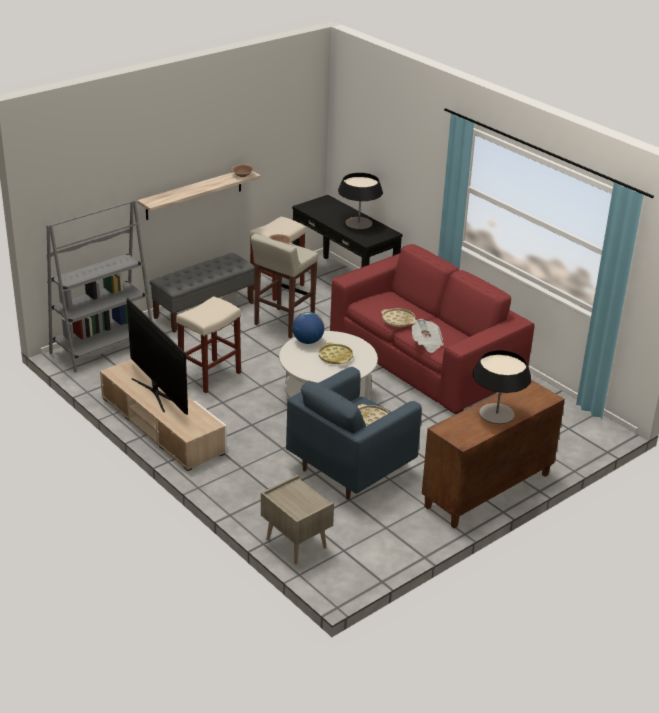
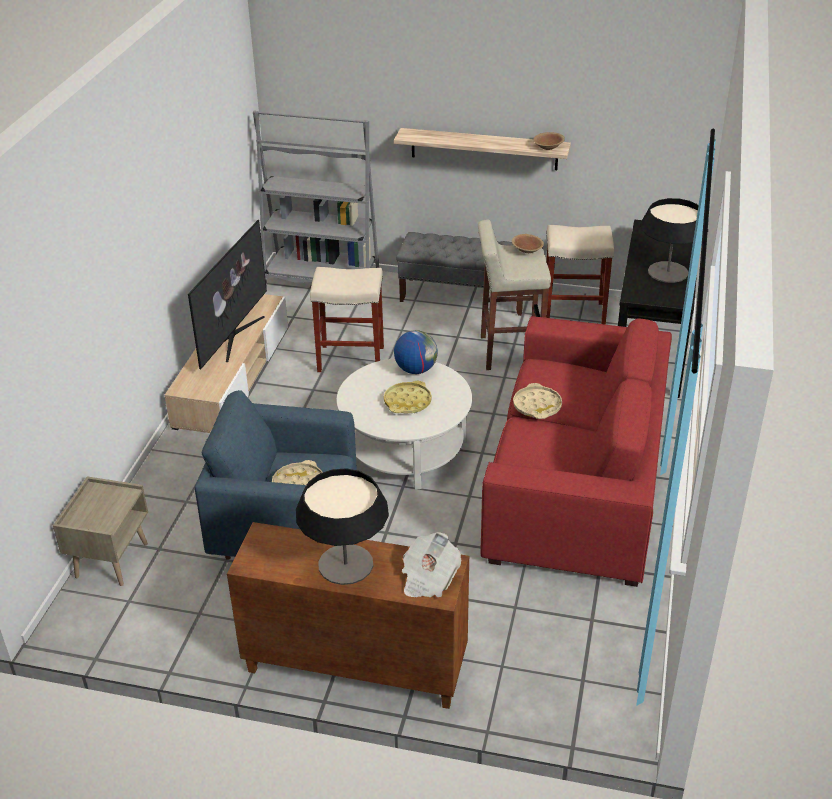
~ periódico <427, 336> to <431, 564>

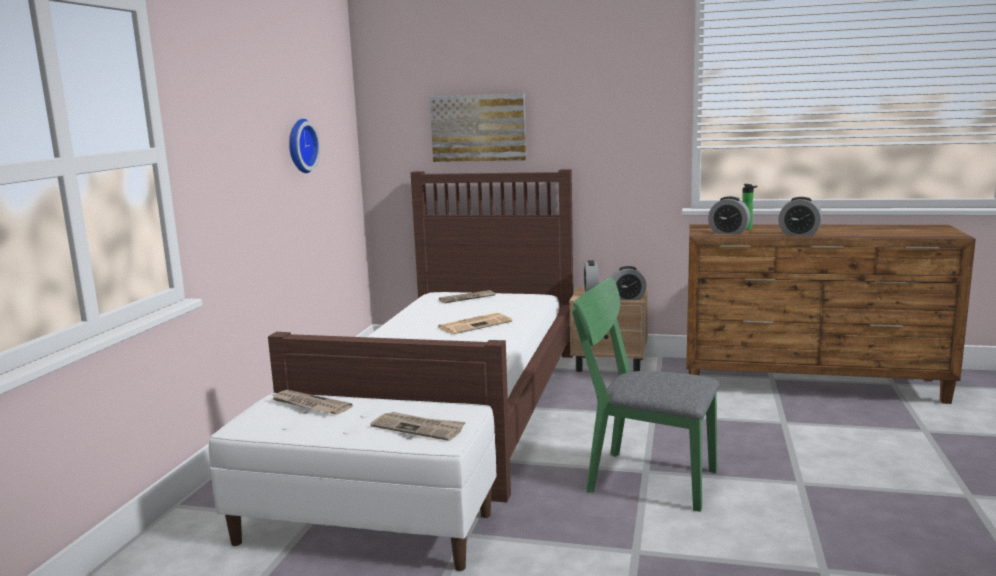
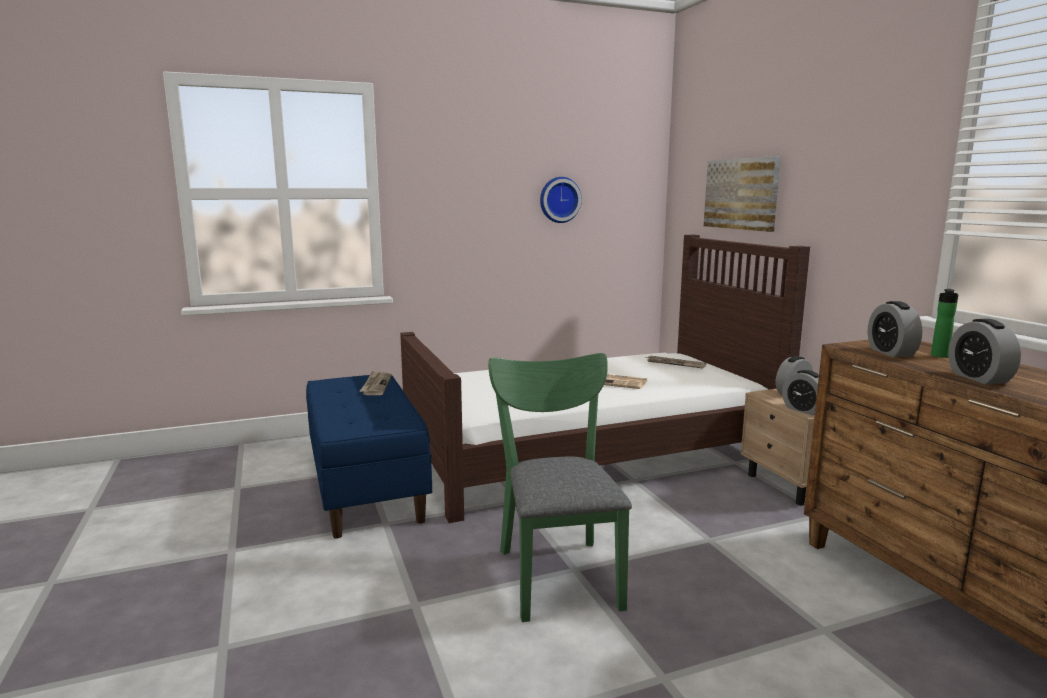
- periódico <418, 426>
~ banco/blanco <352, 482> to banco/azul <369, 456>

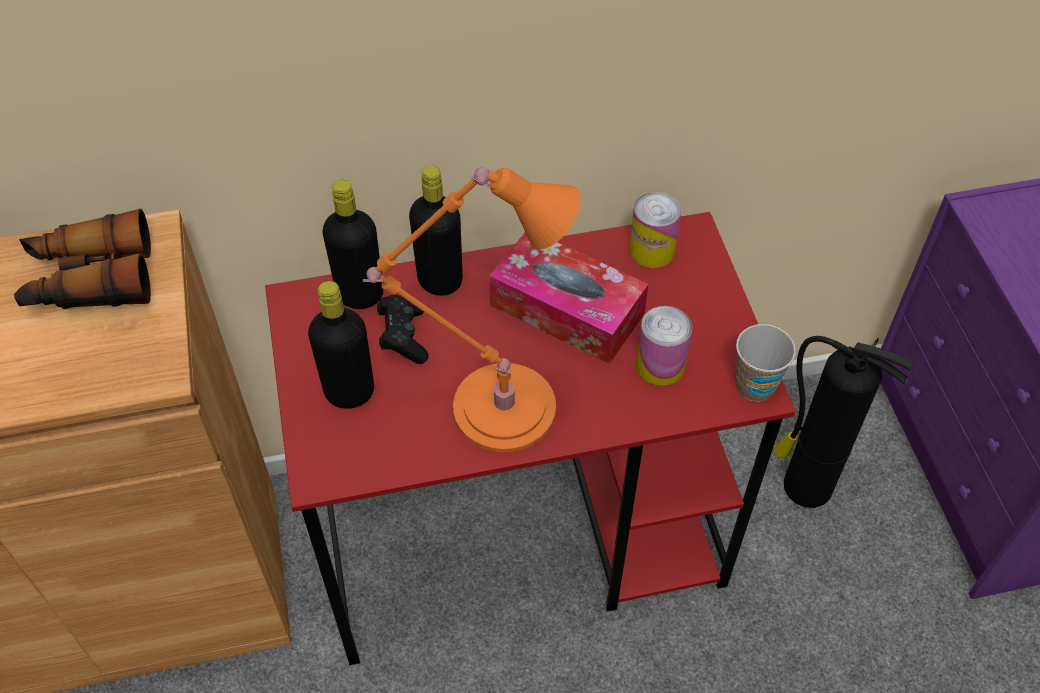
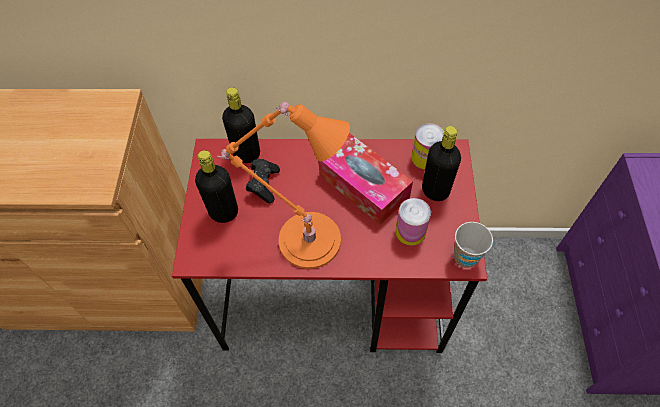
- prismáticos <82, 259>
- extintor <844, 422>
~ botella/negro <436, 230> to <441, 163>

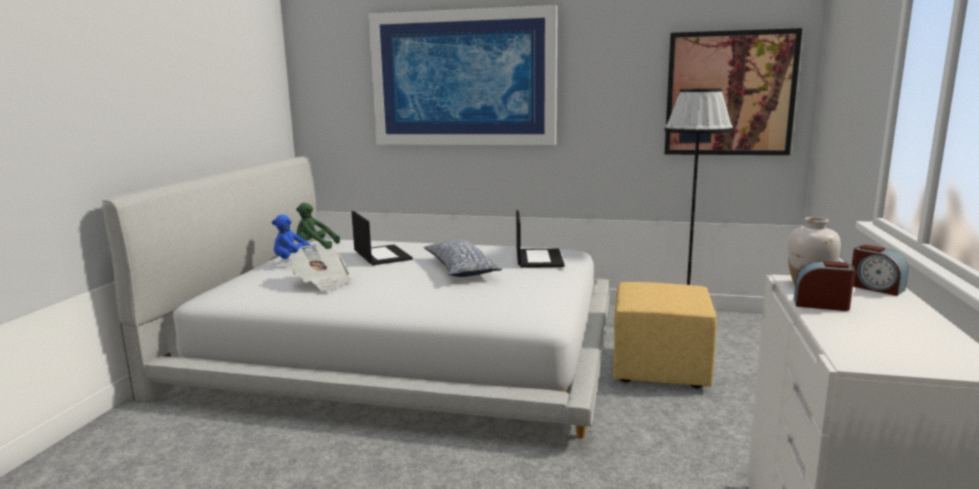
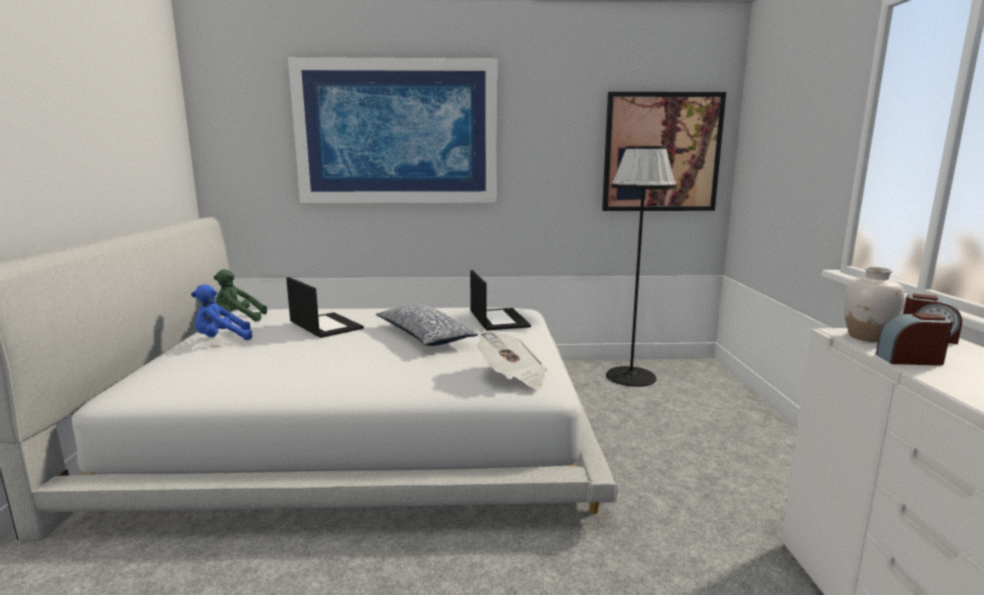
- puf/amarillo <665, 335>
~ periódico <320, 269> to <512, 360>

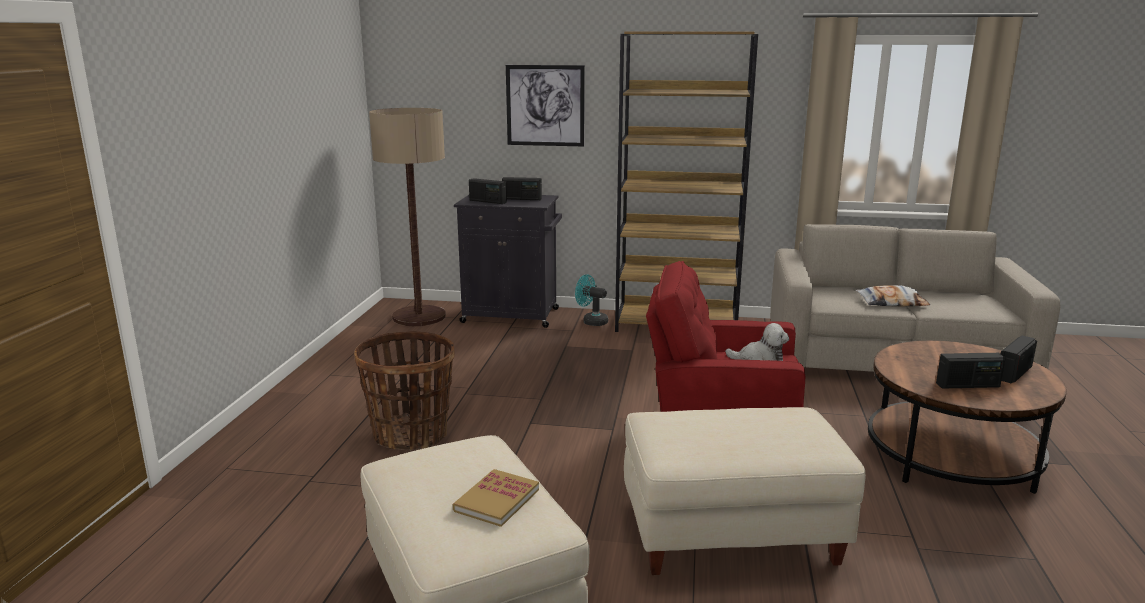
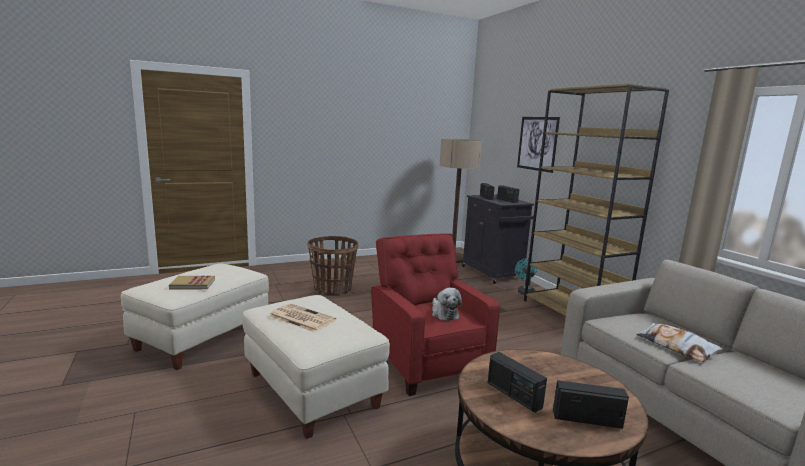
+ periódico <302, 318>

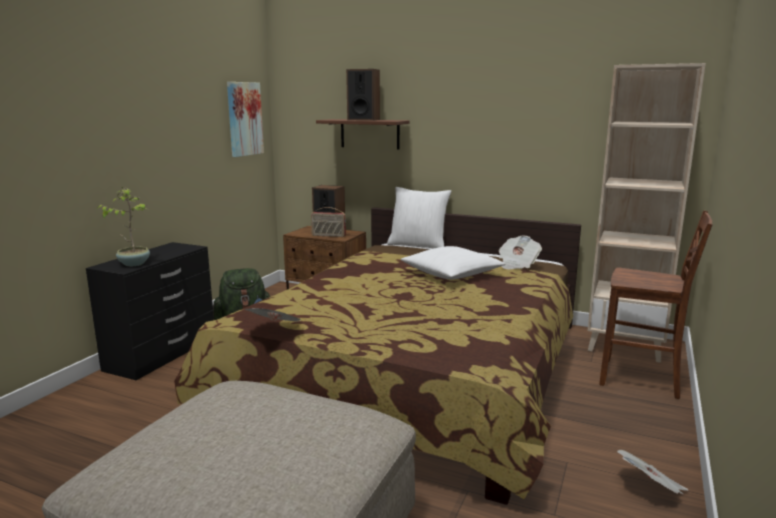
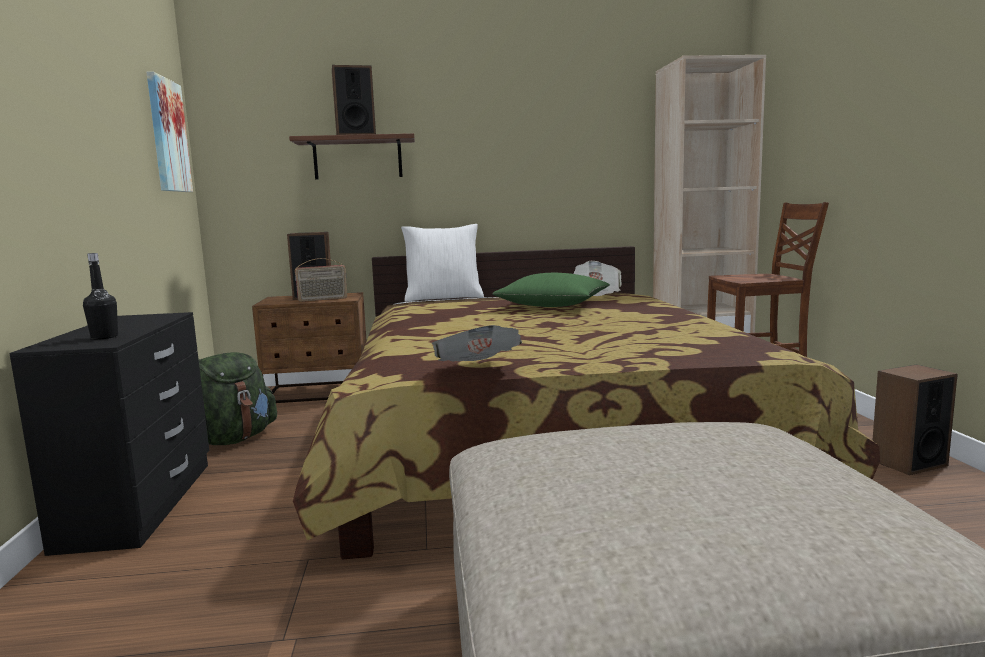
~ planta en maceta <123, 226> to botella/negro <100, 296>
~ periódico <652, 472> to altavoz <915, 420>
~ cojín/blanco <453, 262> to cojín/verde <551, 290>

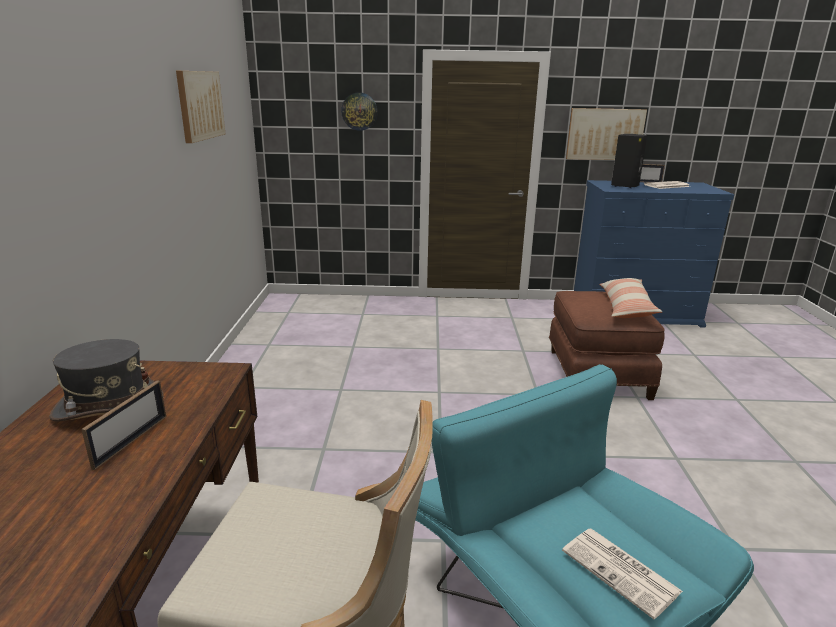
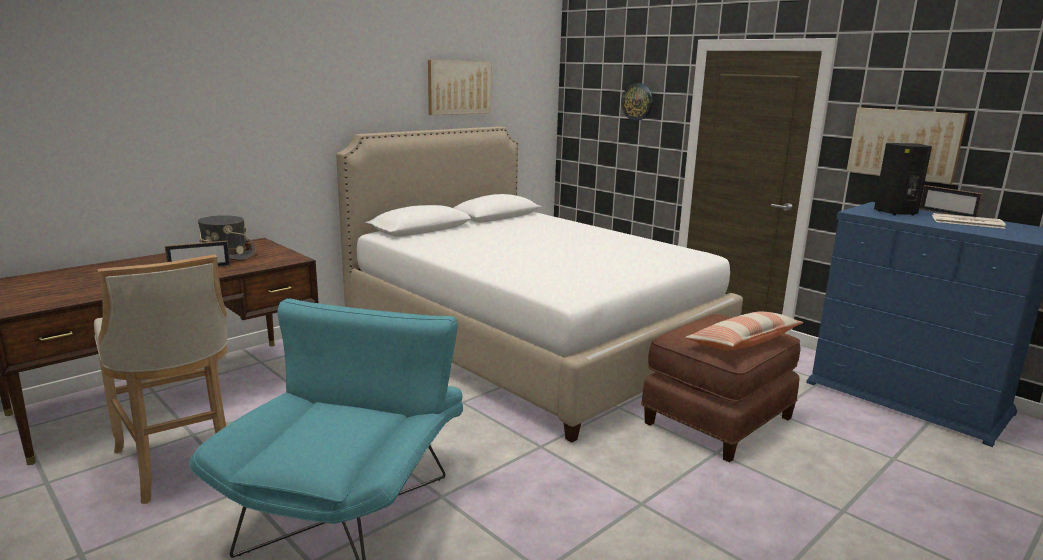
- periódico <622, 573>
+ cama/blanco <539, 284>

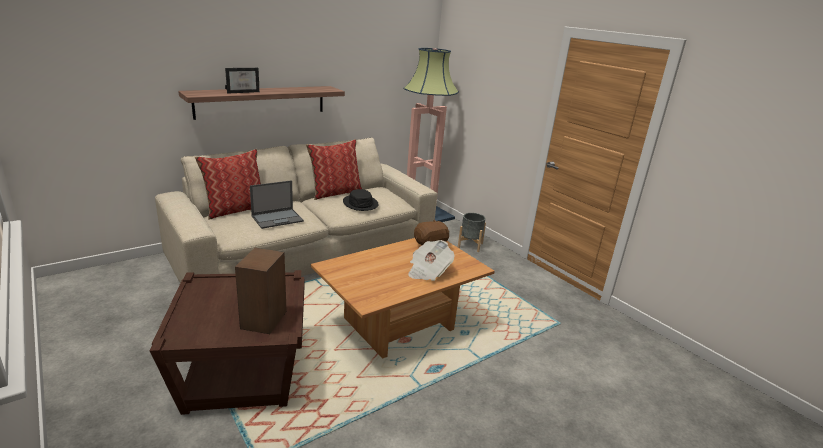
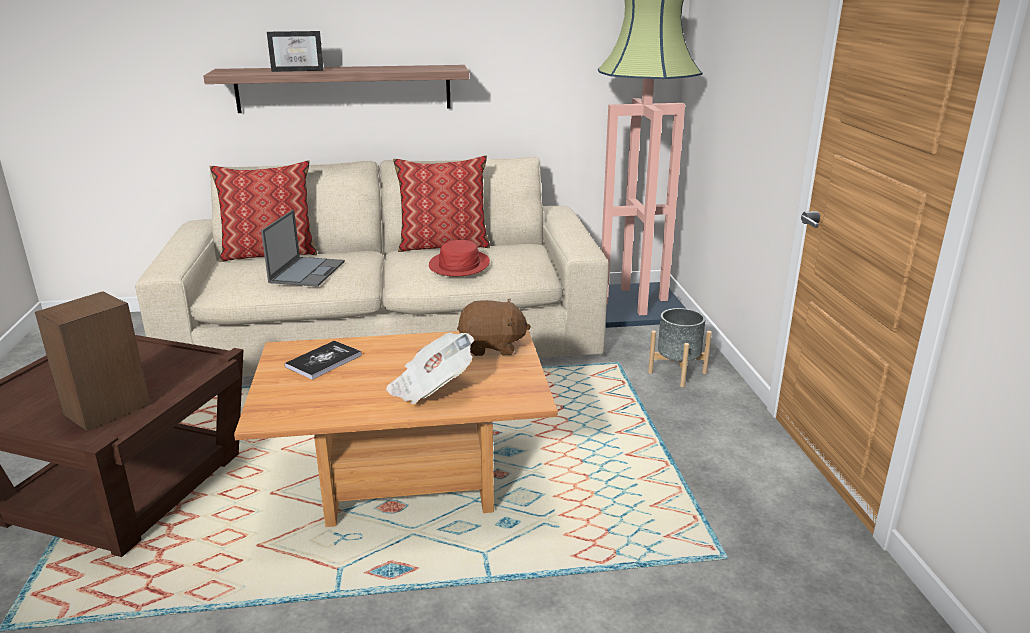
+ libro <323, 360>
~ sombrero/negro <361, 200> to sombrero/rojo <459, 258>
~ portátil <277, 204> = <303, 248> 75 degrees counterclockwise

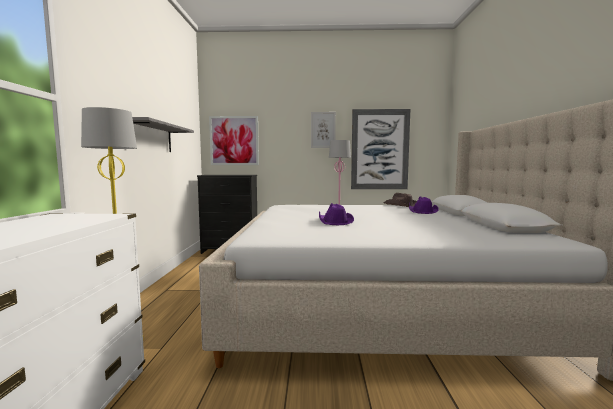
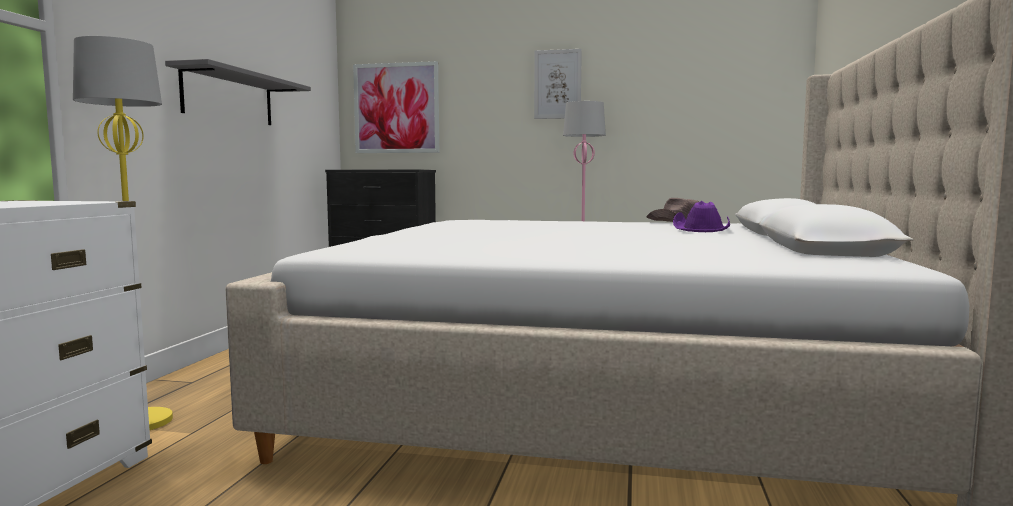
- sombrero/morado <336, 214>
- cuadro <381, 149>

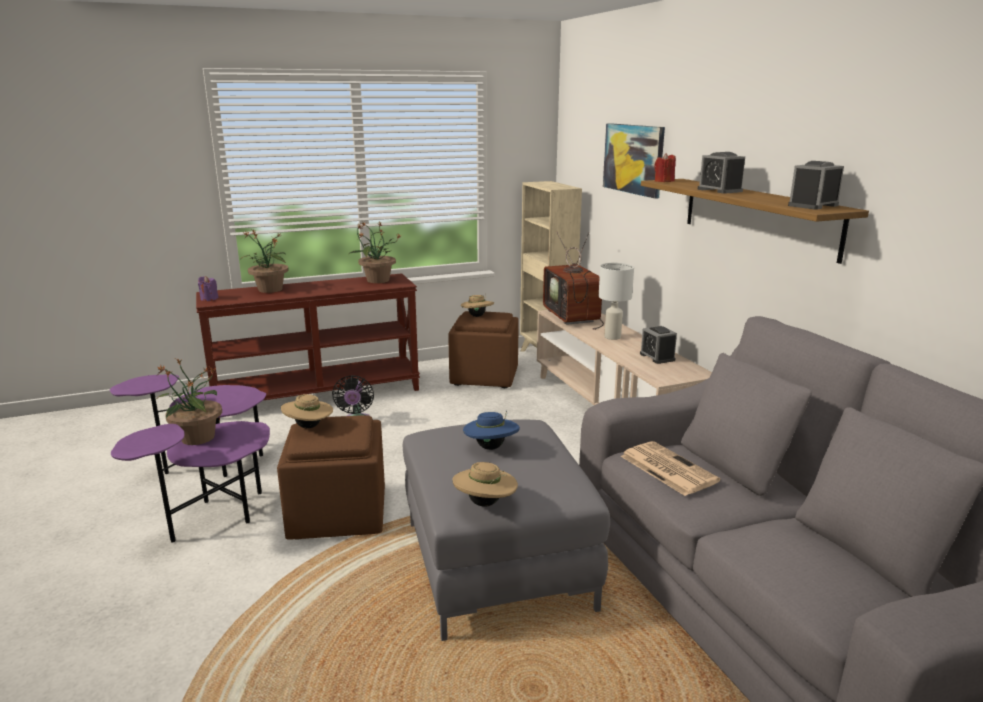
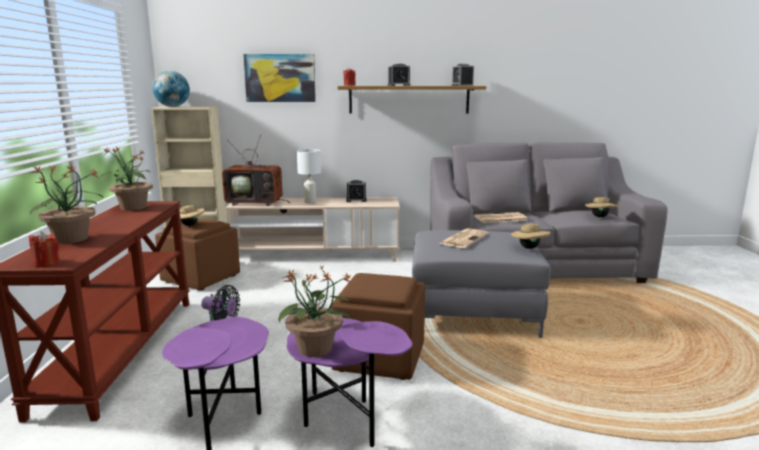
+ globo terráqueo <171, 89>
~ sombrero/beis <307, 411> to <602, 207>
~ sombrero/azul <491, 430> to periódico <464, 238>
~ vela/morado <208, 288> to vela/rojo <44, 249>

